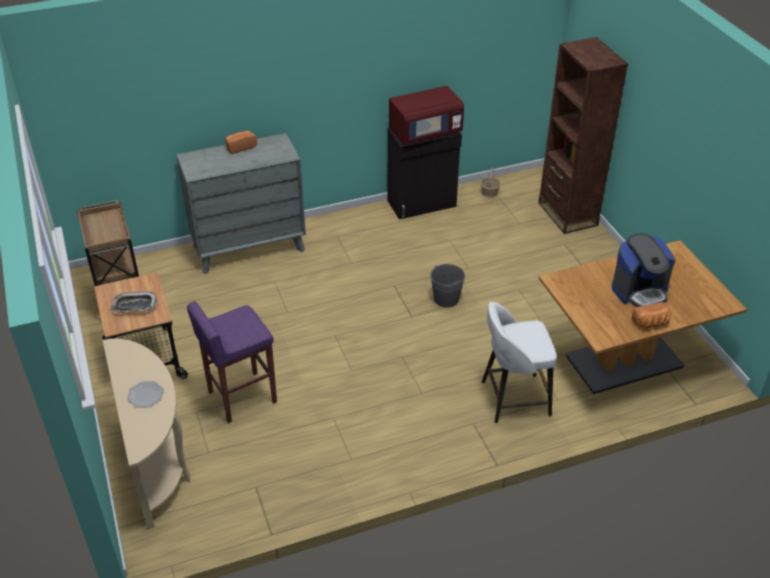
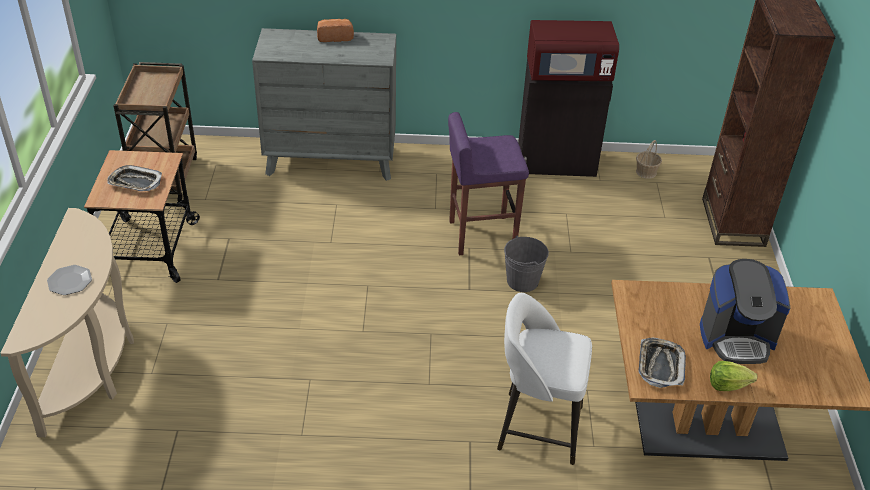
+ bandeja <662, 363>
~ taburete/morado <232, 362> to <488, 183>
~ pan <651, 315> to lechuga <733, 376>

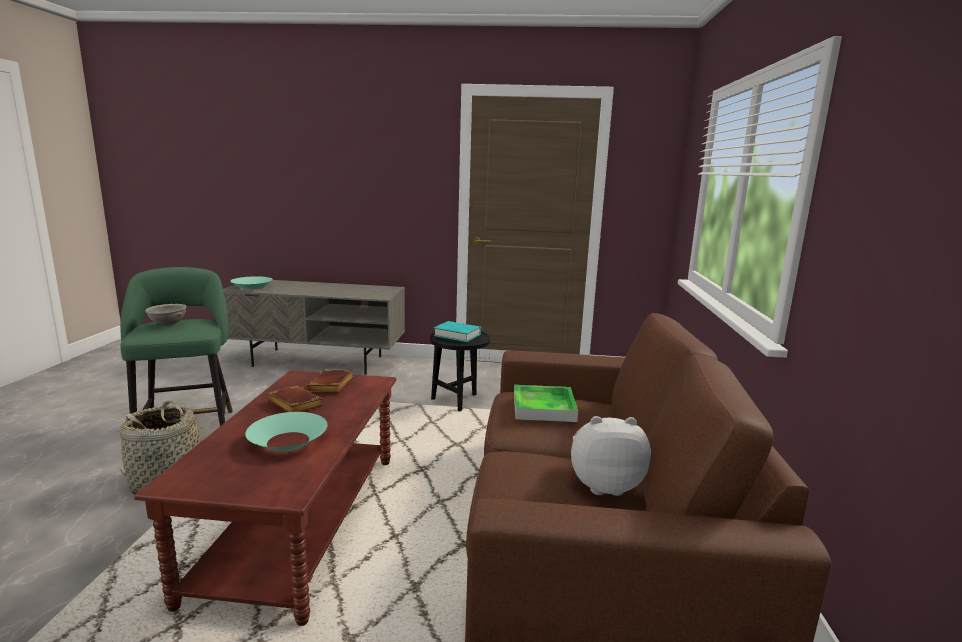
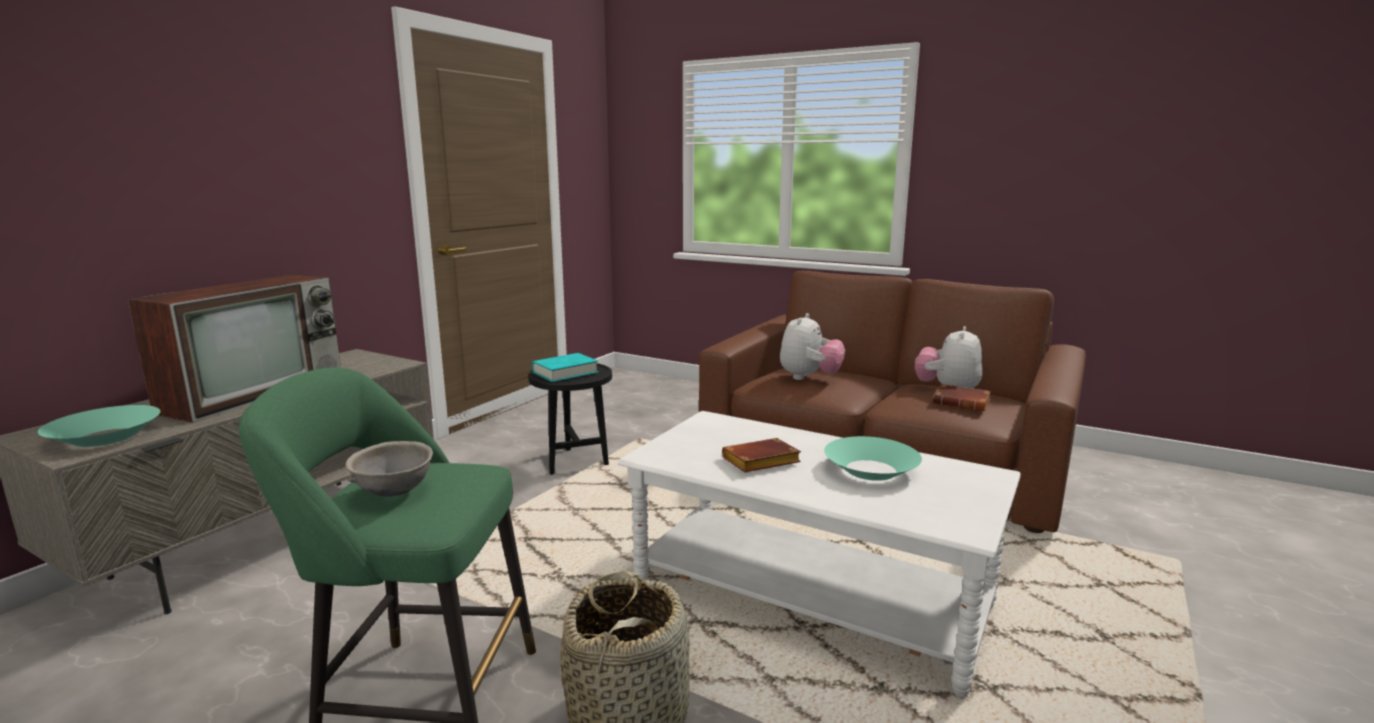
+ televisor <234, 348>
~ libro/marrón <330, 381> to <962, 397>
~ bandeja <546, 403> to peluche <812, 346>
~ mesa de centro/marrón <265, 498> to mesa de centro/blanco <819, 554>

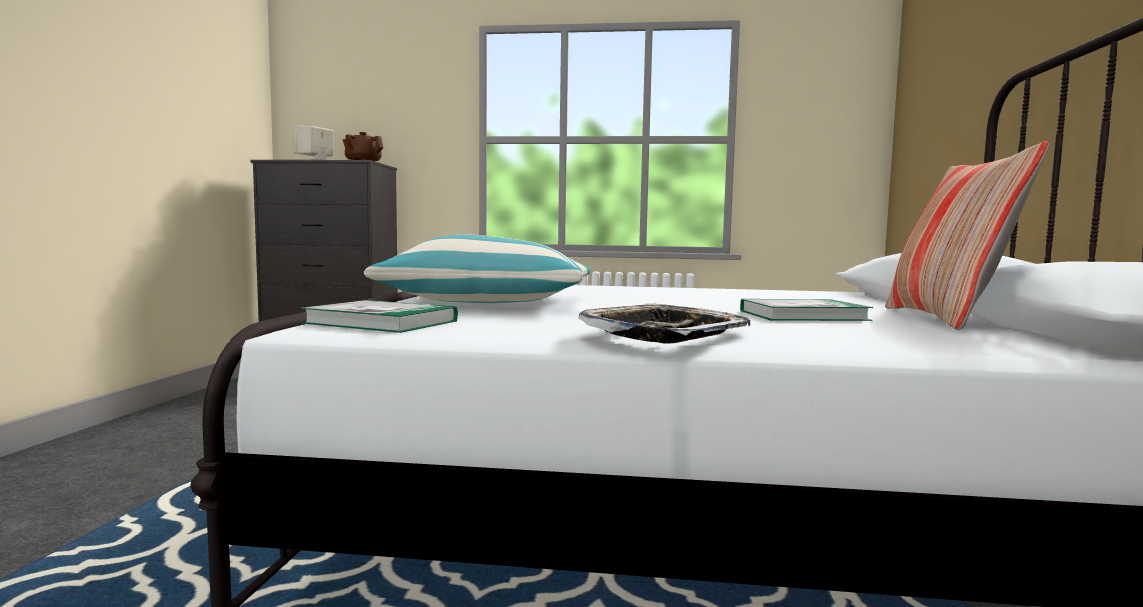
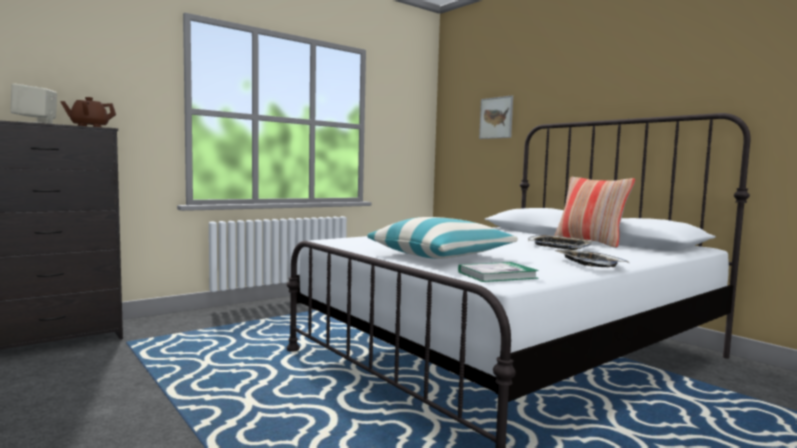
+ cuadro <496, 117>
~ libro <806, 310> to bandeja <560, 242>

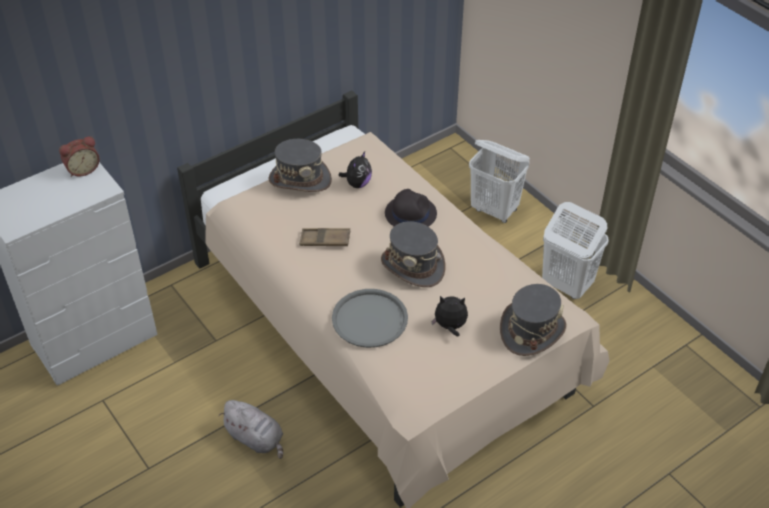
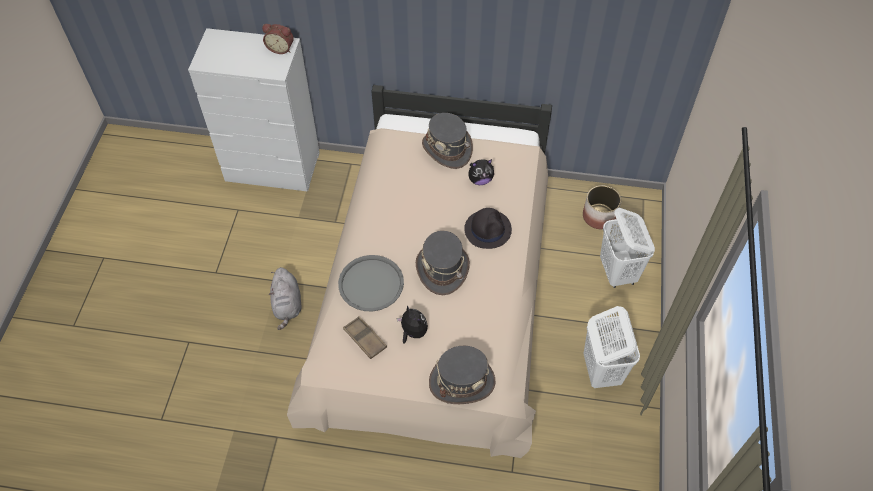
+ maceta <602, 207>
~ bandeja/marrón <324, 237> to <365, 337>

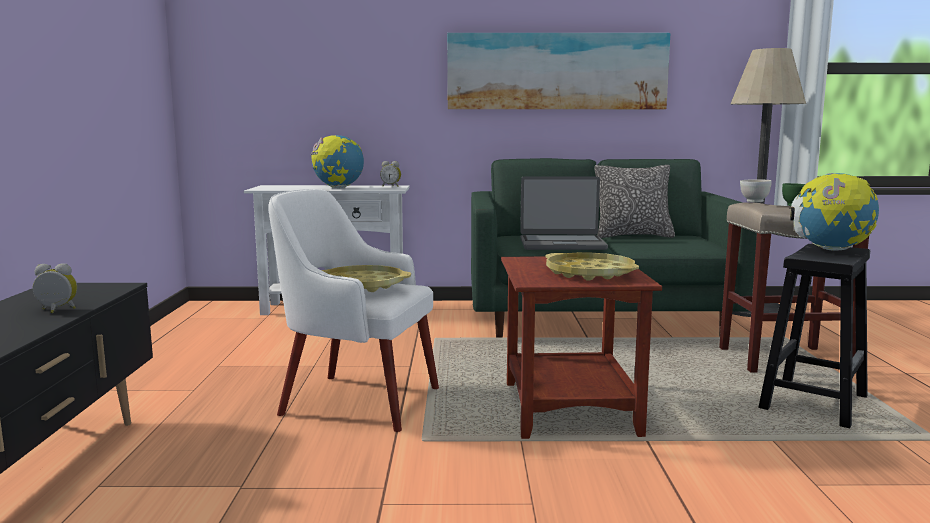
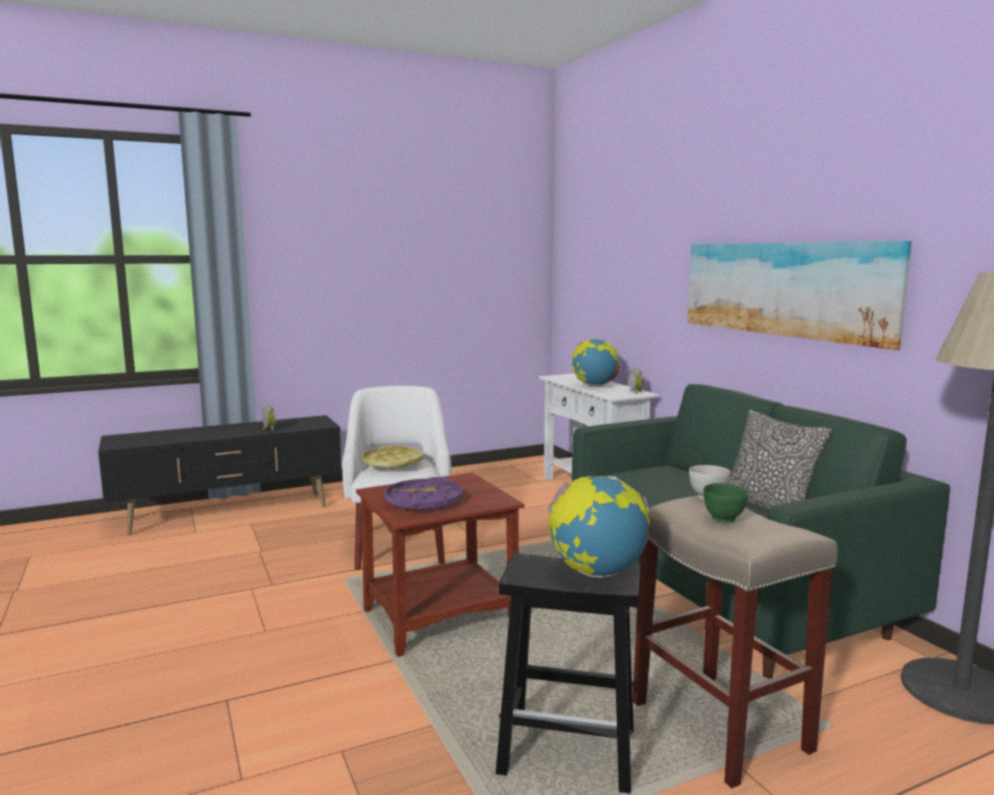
- portátil <564, 213>
~ bandeja/amarillo <592, 266> to bandeja/morado <423, 494>

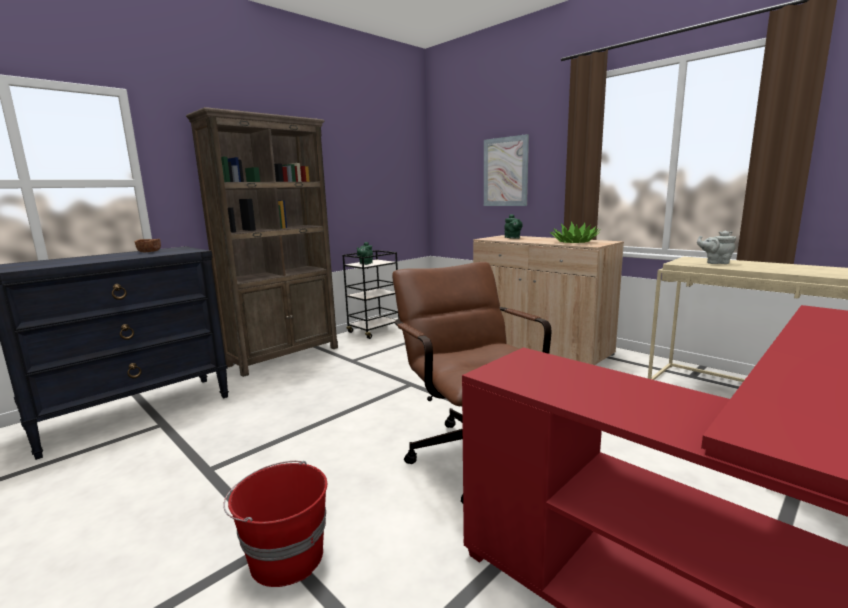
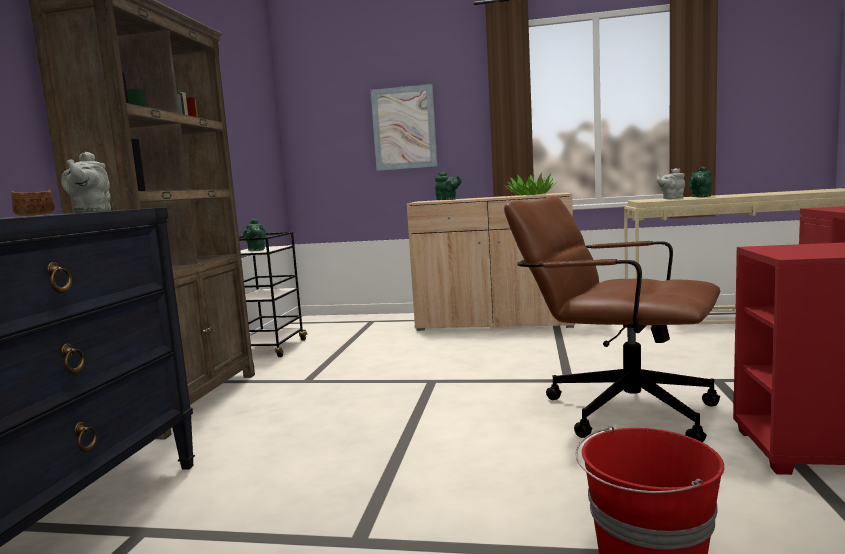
+ tetera/gris <86, 181>
+ tetera/verde <700, 182>

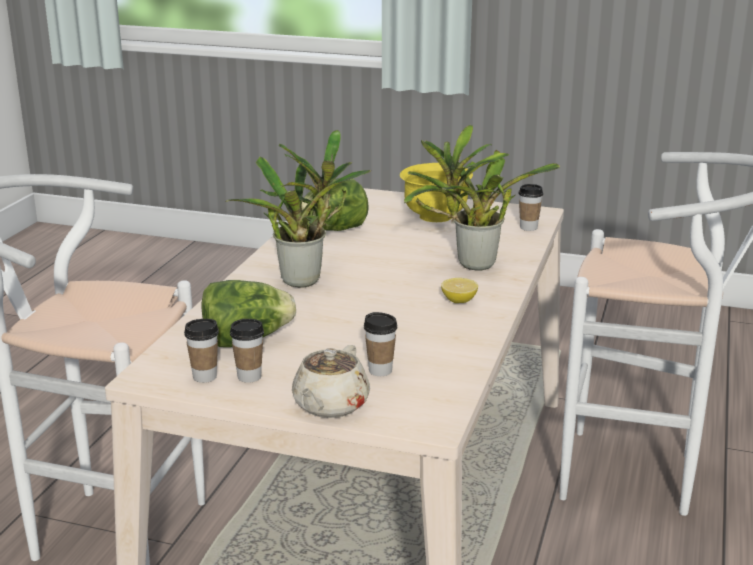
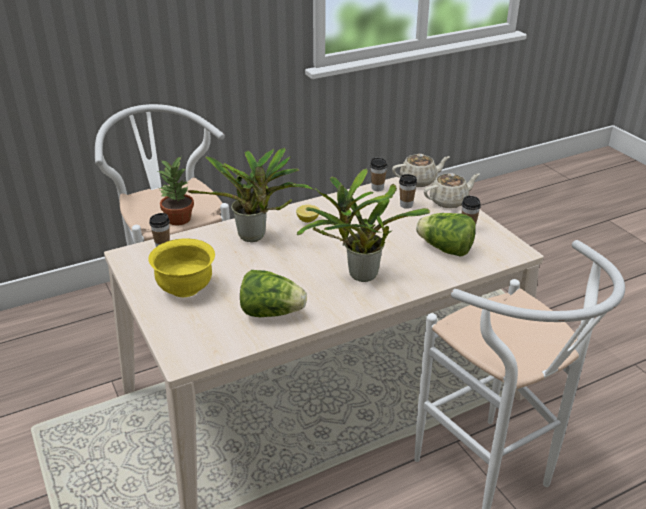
+ planta en maceta <176, 190>
+ tetera/beis <421, 170>
~ taza <201, 351> to <378, 174>

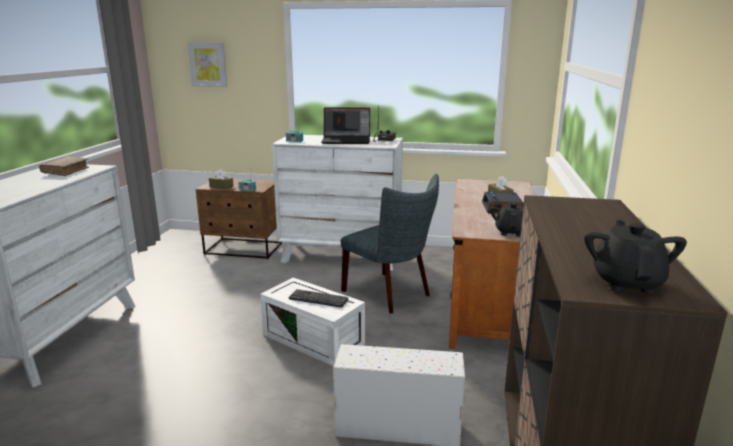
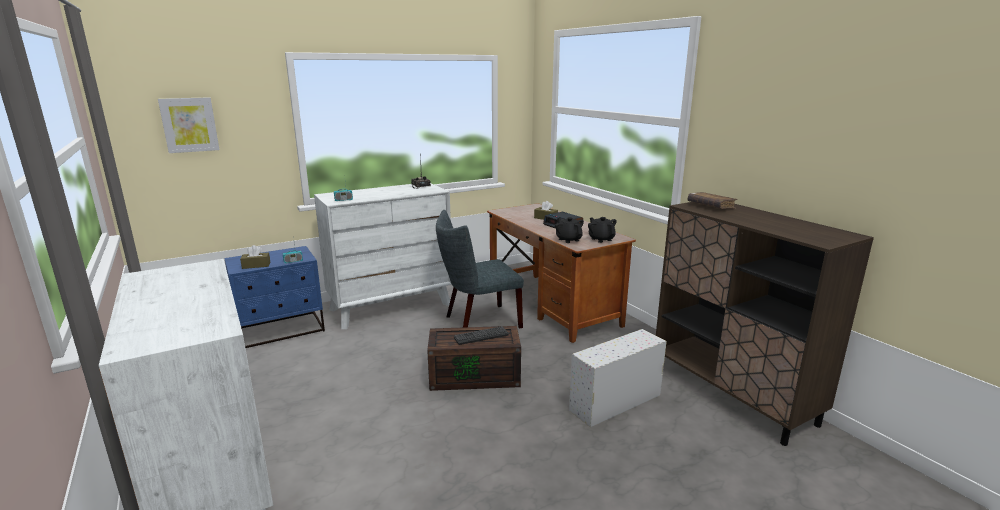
- portátil <345, 126>
~ libro/marrón <64, 166> to <713, 200>
~ tetera/negro <635, 257> to <569, 230>
~ mesita de noche/marrón <239, 218> to mesita de noche/azul <274, 297>
~ caja de almacenaje/blanco <312, 322> to caja de almacenaje/marrón <474, 358>
~ silla/gris <390, 244> = <480, 269> 150 degrees clockwise

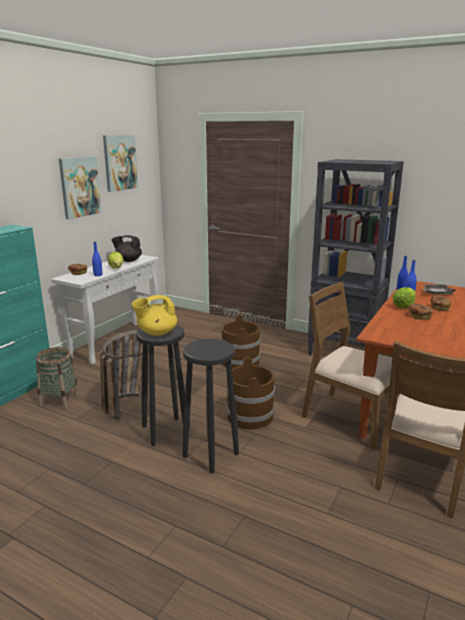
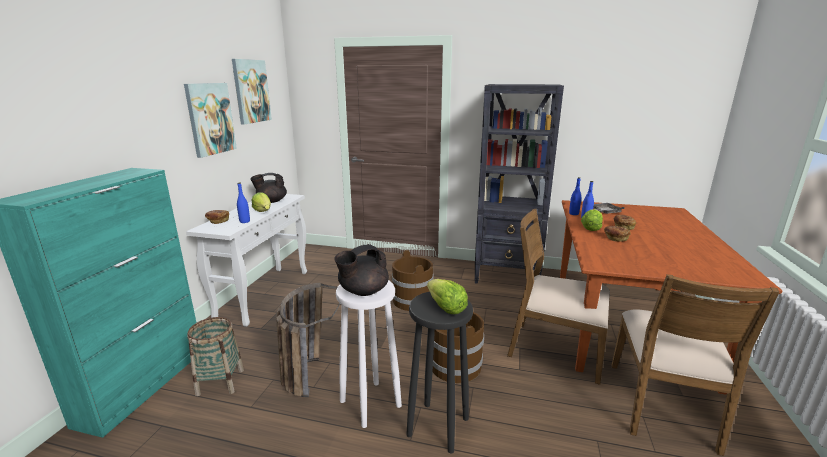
+ lechuga <447, 296>
~ tetera/amarillo <154, 315> to tetera/negro <361, 270>
~ taburete/negro <160, 385> to taburete/blanco <369, 354>

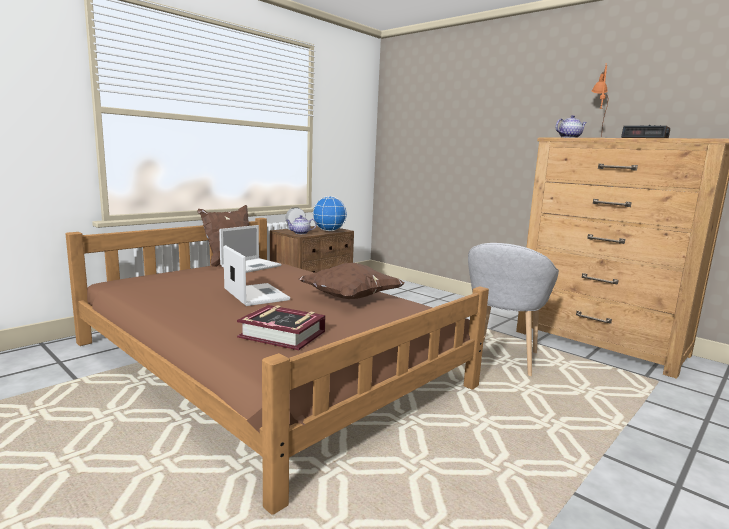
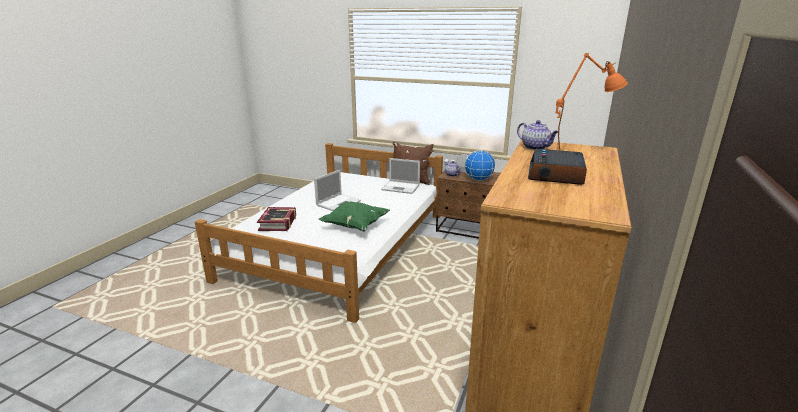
- sillón/gris <513, 309>
~ cama/marrón <277, 366> to cama/blanco <319, 233>
~ cojín/marrón <351, 281> to cojín/verde <354, 216>

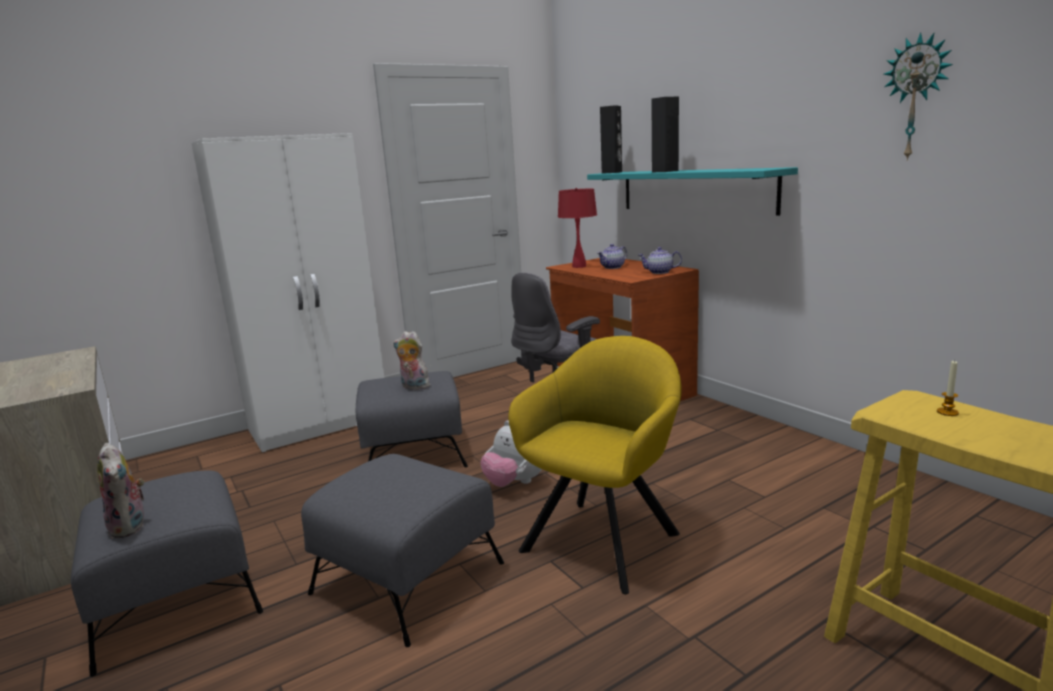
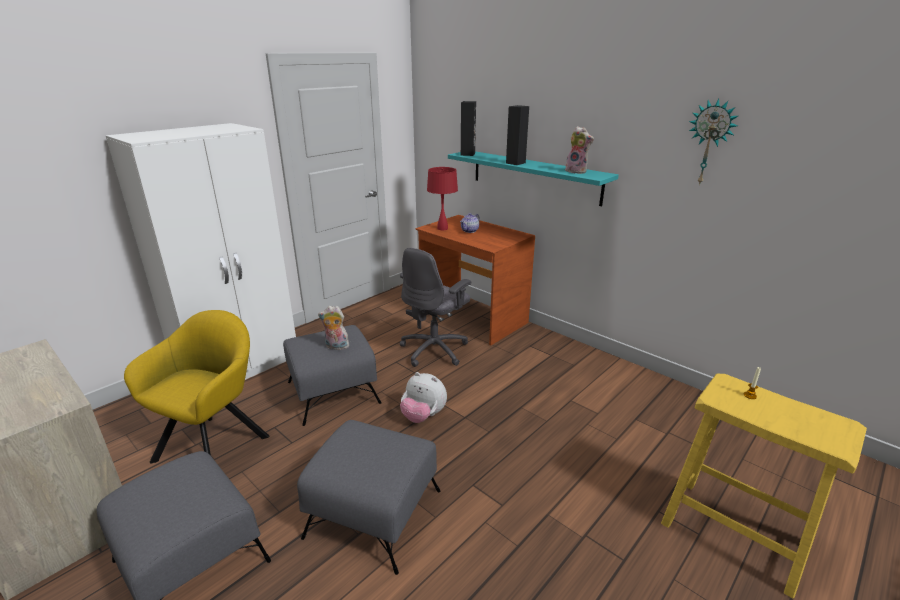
- tetera <660, 260>
~ peluche <121, 490> to <579, 150>
~ sillón/amarillo <595, 465> to <196, 387>

